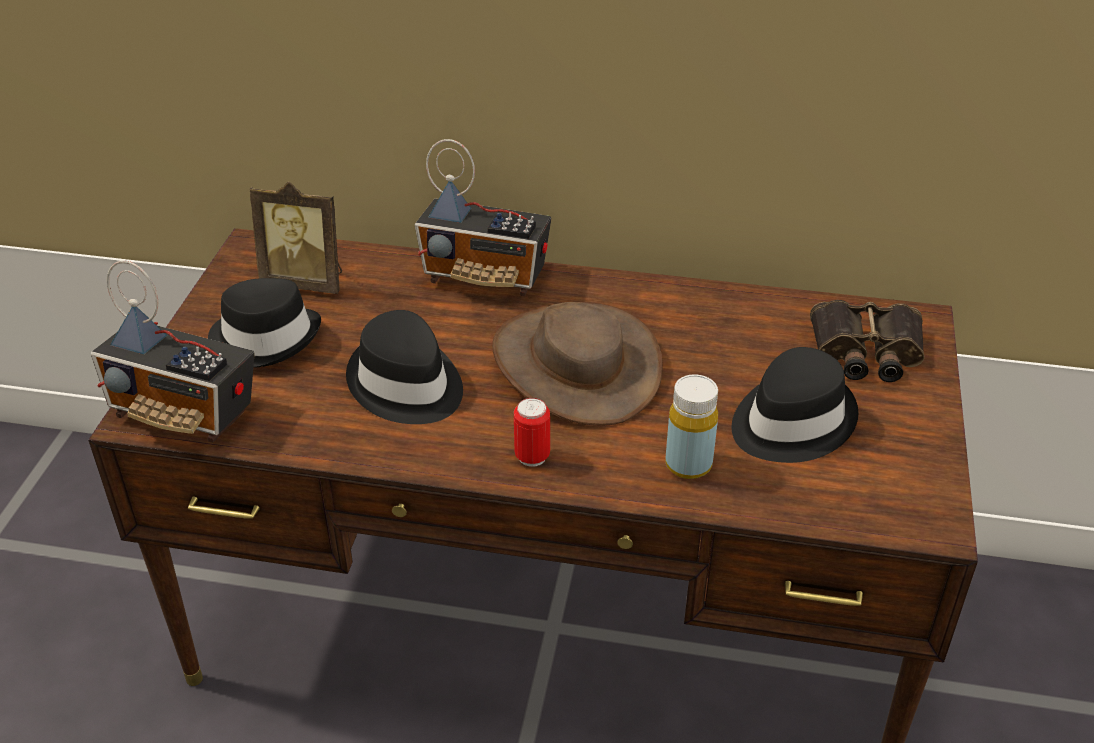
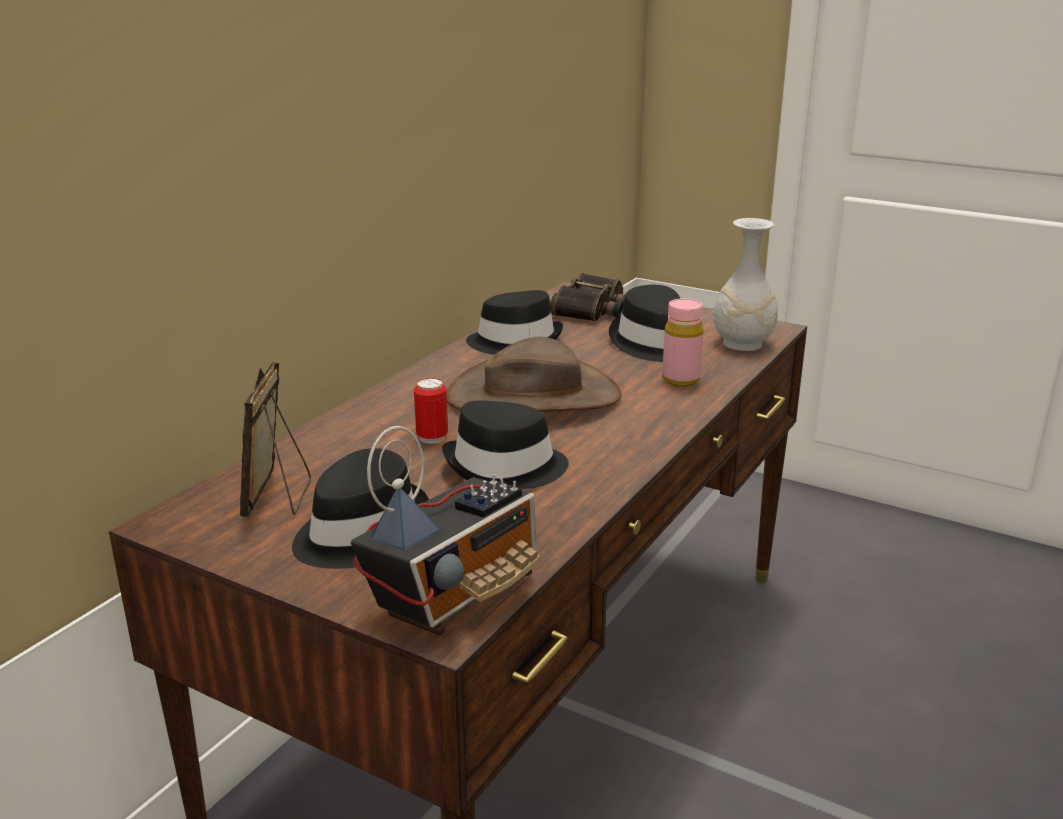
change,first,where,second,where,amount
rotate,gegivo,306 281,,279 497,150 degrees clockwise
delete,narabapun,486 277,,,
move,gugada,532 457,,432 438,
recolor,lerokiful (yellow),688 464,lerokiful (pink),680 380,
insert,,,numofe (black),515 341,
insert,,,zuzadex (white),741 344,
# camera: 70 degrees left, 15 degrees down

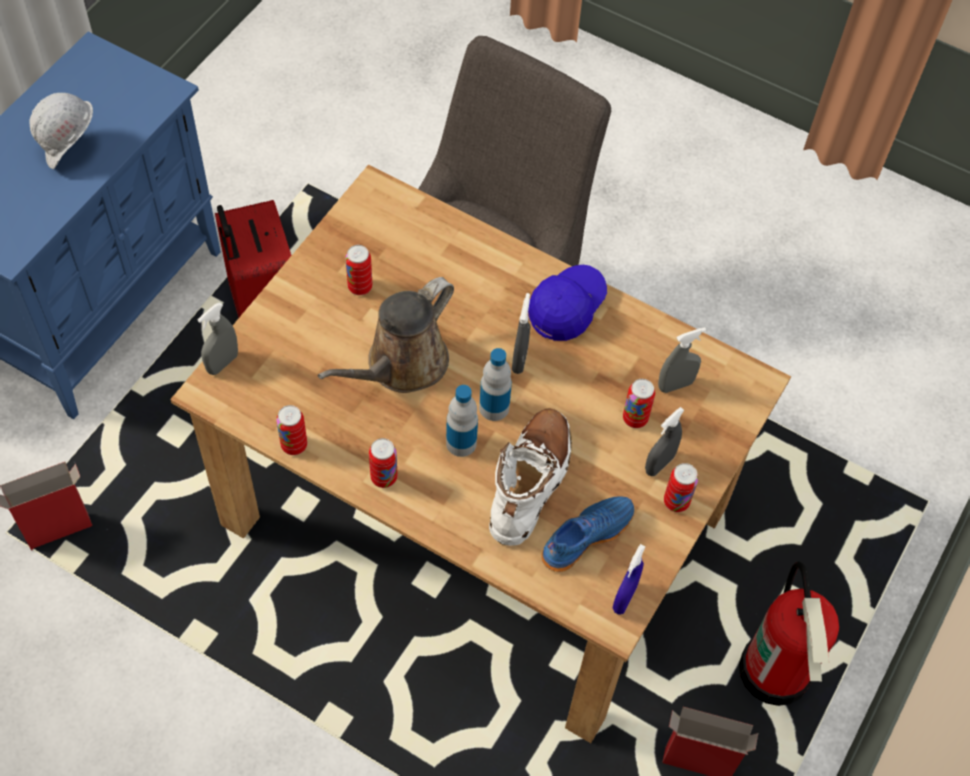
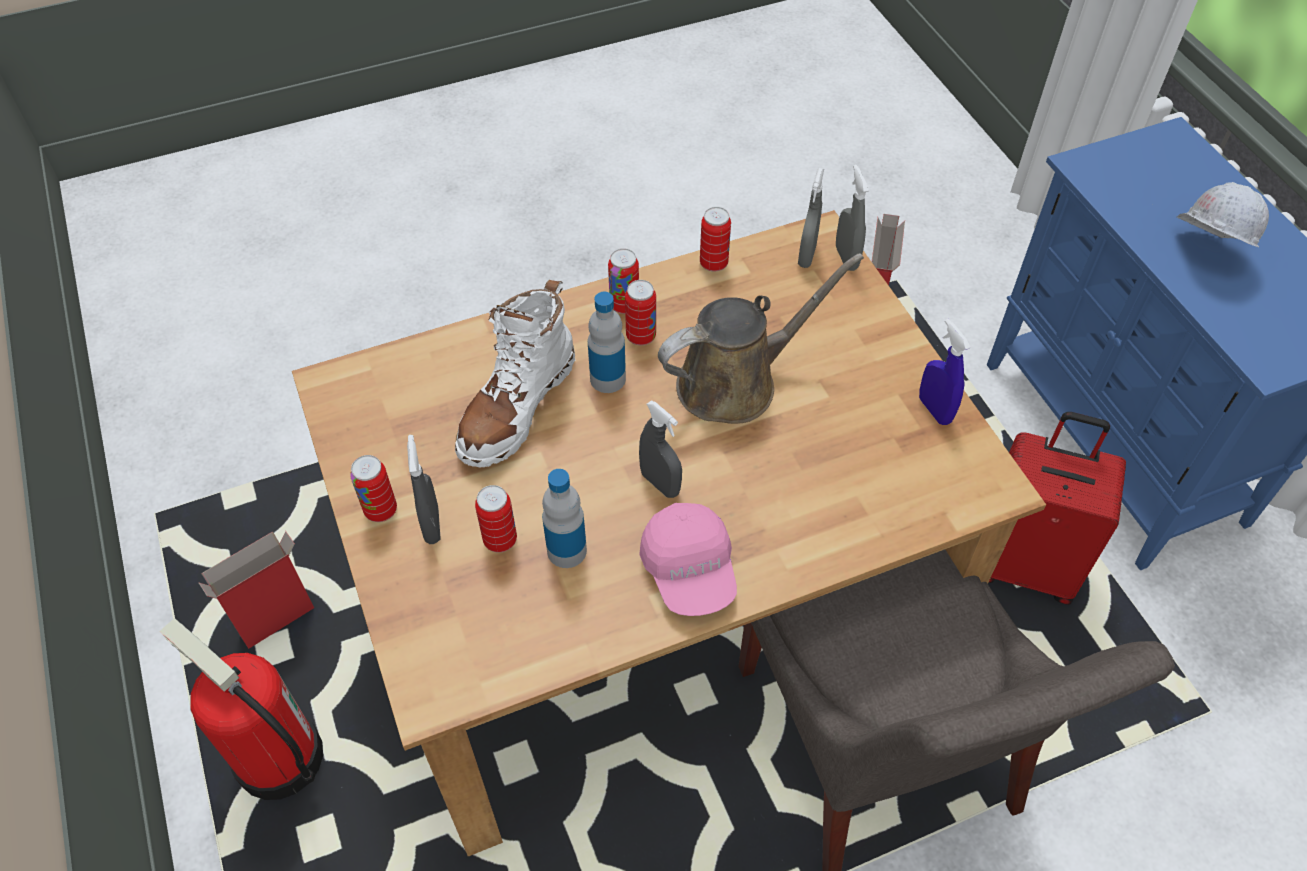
change,first,where,second,where,amount
rotate,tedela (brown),401 365,,736 382,75 degrees clockwise
move,gugada,360 287,,641 336,
move,lerokiful,494 407,,567 550,
rotate,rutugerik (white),530 482,,517 406,60 degrees clockwise
recolor,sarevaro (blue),566 308,sarevaro (pink),690 571,
delete,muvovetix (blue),585 535,,,
move,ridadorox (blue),624 598,,934 410,
move,ridadorox (grey),675 385,,807 255,
# camera: 130 degrees right, 5 degrees down

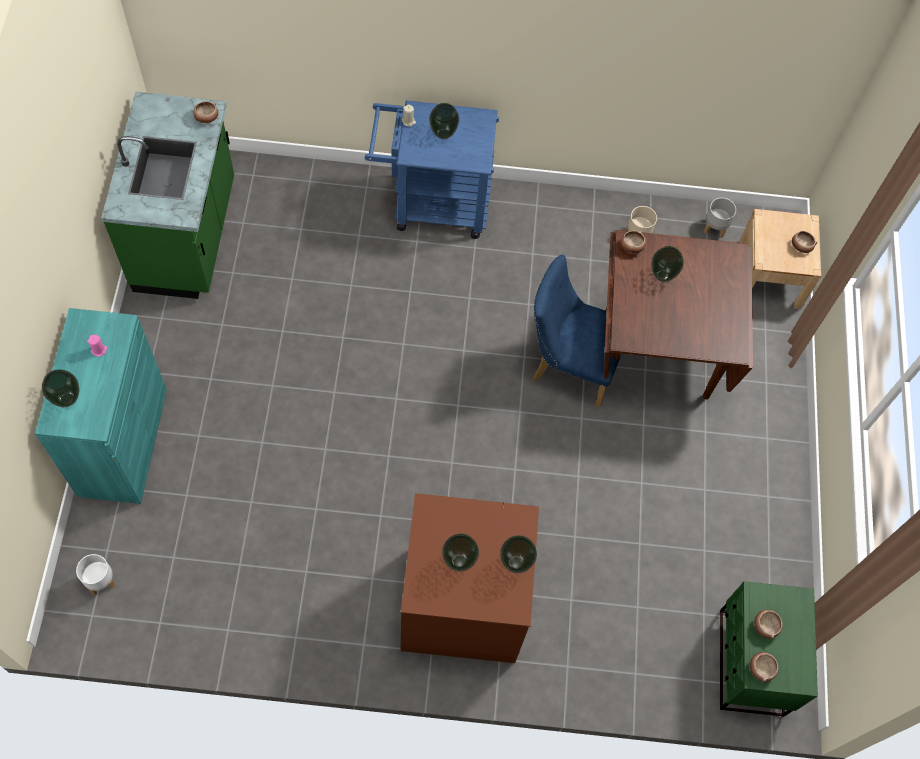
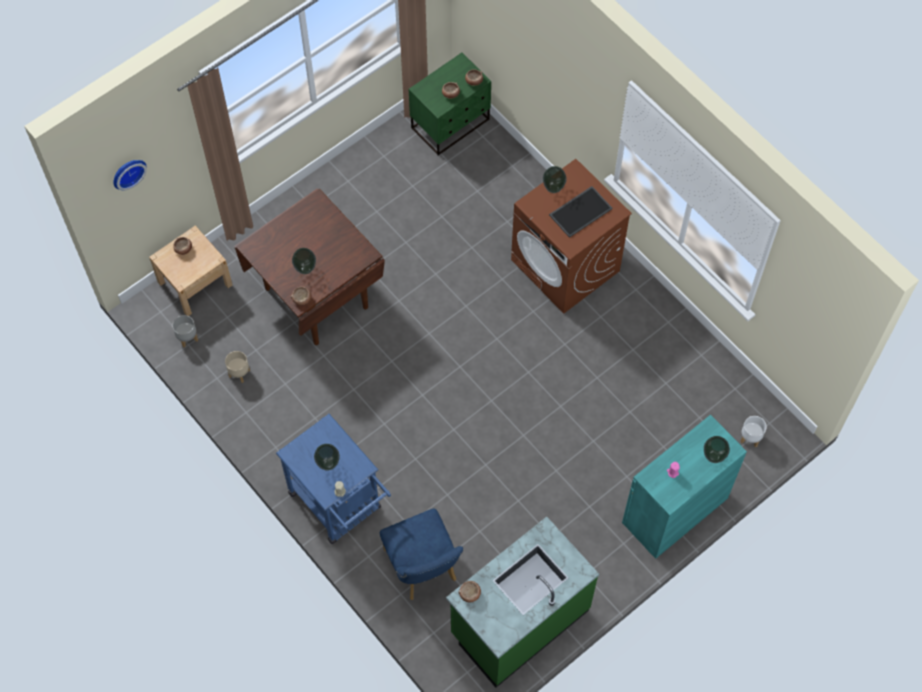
change,first,where,second,where,amount
replace,zuzadex,459 561,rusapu,580 211,
move,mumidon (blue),569 364,,423 569,
insert,,,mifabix,127 172,
# camera: 130 degrees left, 0 degrees up

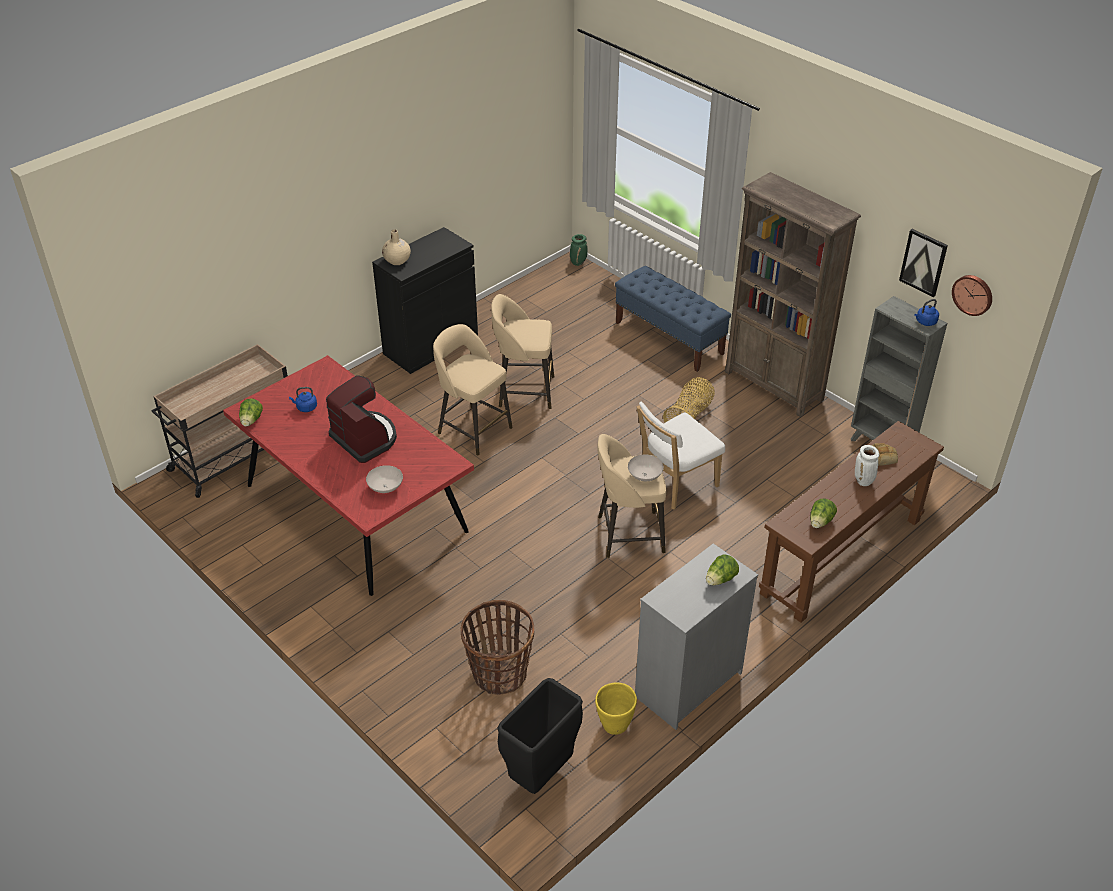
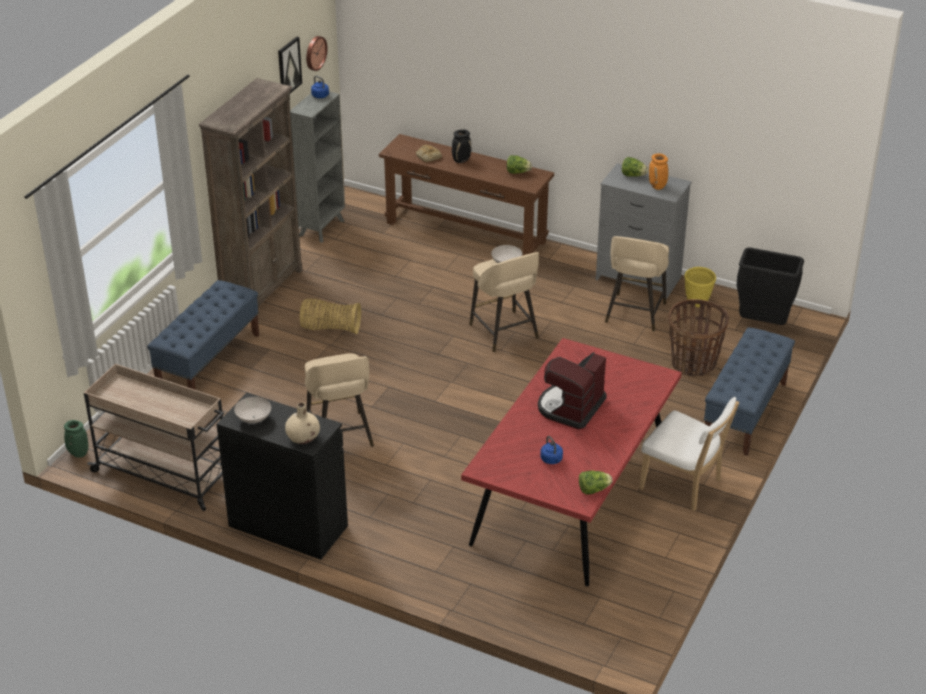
change,first,where,second,where,amount
move,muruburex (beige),235 455,,165 474,
move,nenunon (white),385 488,,254 418,
move,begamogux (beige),473 429,,634 314,
move,mumidon (white),675 484,,684 486,
recolor,zuzadex (white),863 481,zuzadex (black),461 160,
insert,,,zuzadex (orange),657 187,
insert,,,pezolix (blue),745 413,
# camera: 110 degrees left, 5 degrees down

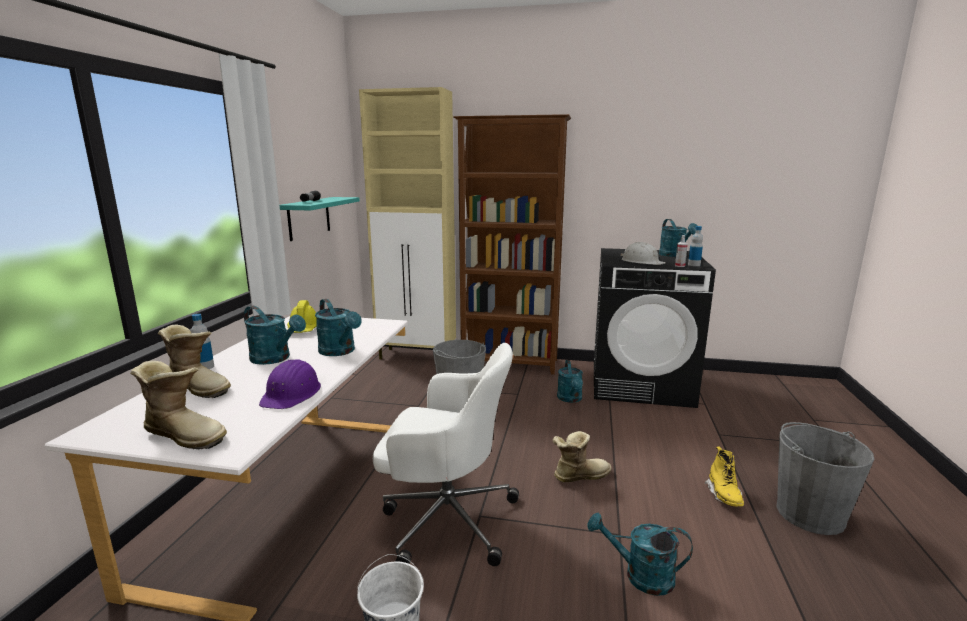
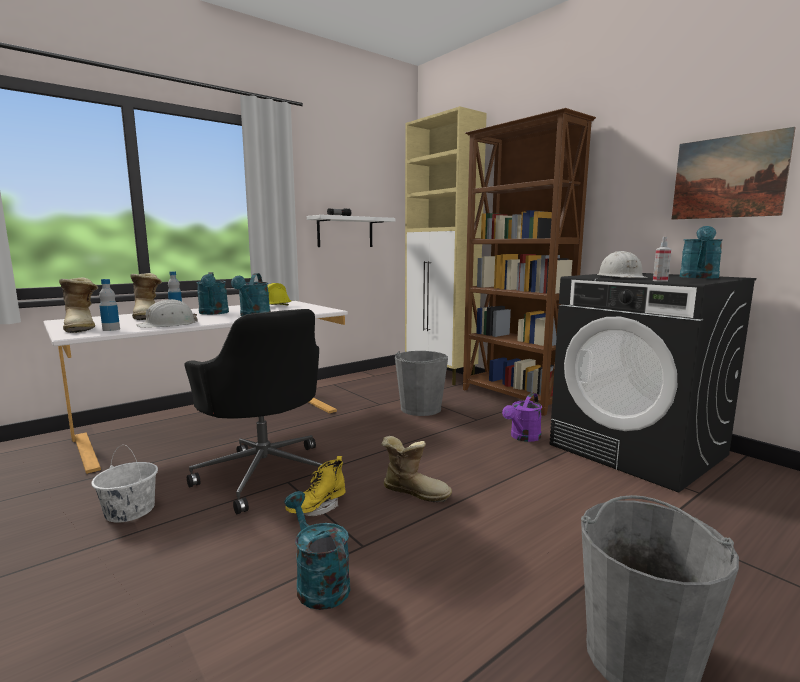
change,first,where,second,where,amount
recolor,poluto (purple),292 393,poluto (white),168 324,
recolor,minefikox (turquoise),309 218,minefikox (white),345 232,
recolor,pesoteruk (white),446 518,pesoteruk (black),265 473,
recolor,tedela (turquoise),570 399,tedela (purple),523 437,
move,lerokiful,694 265,,111 329,
move,rutugerik (yellow),724 496,,317 508,
insert,,,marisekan,728 177,
# camera: 40 degrees right, 5 degrees down

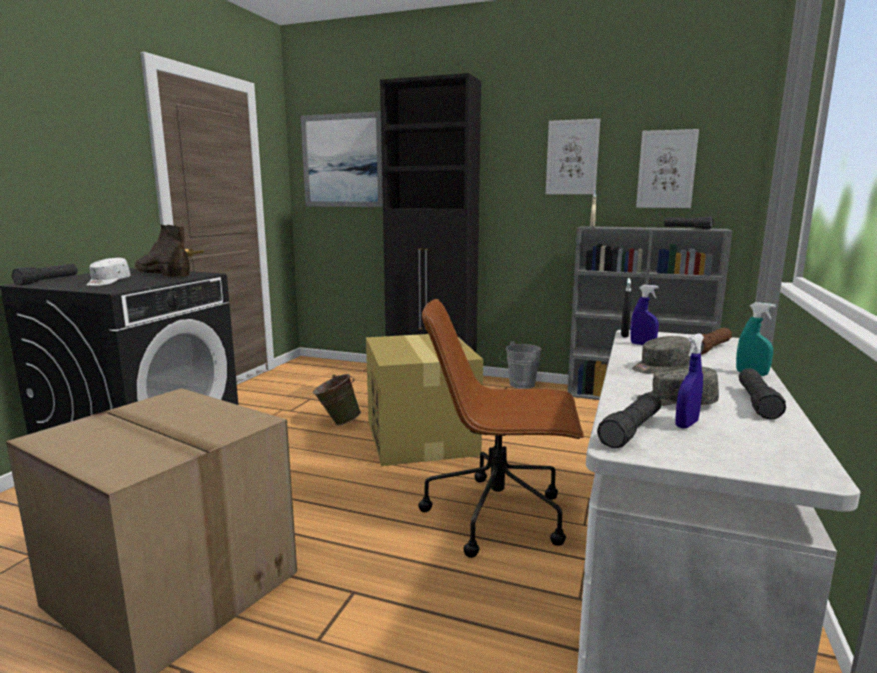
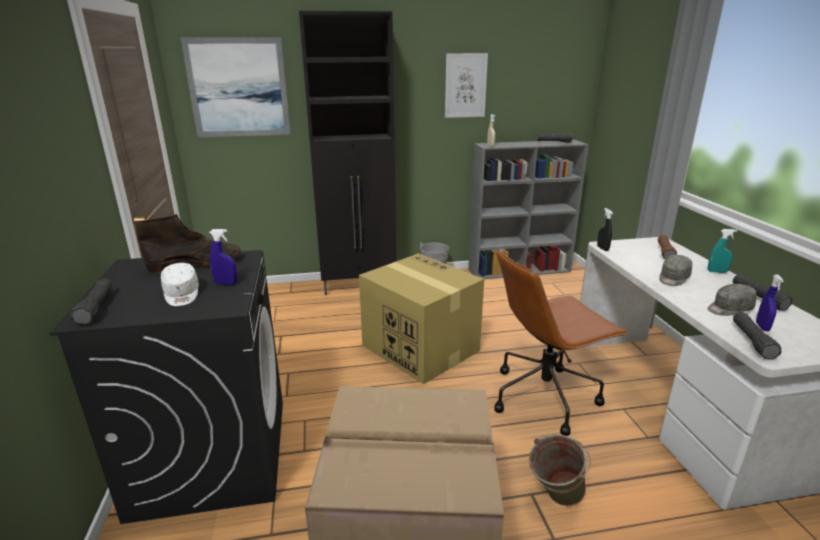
change,first,where,second,where,amount
rotate,rutugerik (brown),162 273,,196 264,150 degrees clockwise
move,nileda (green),337 422,,554 498,
move,ridadorox (blue),642 344,,226 283,
delete,marisekan,666 169,,,
# camera: 30 degrees left, 10 degrees up

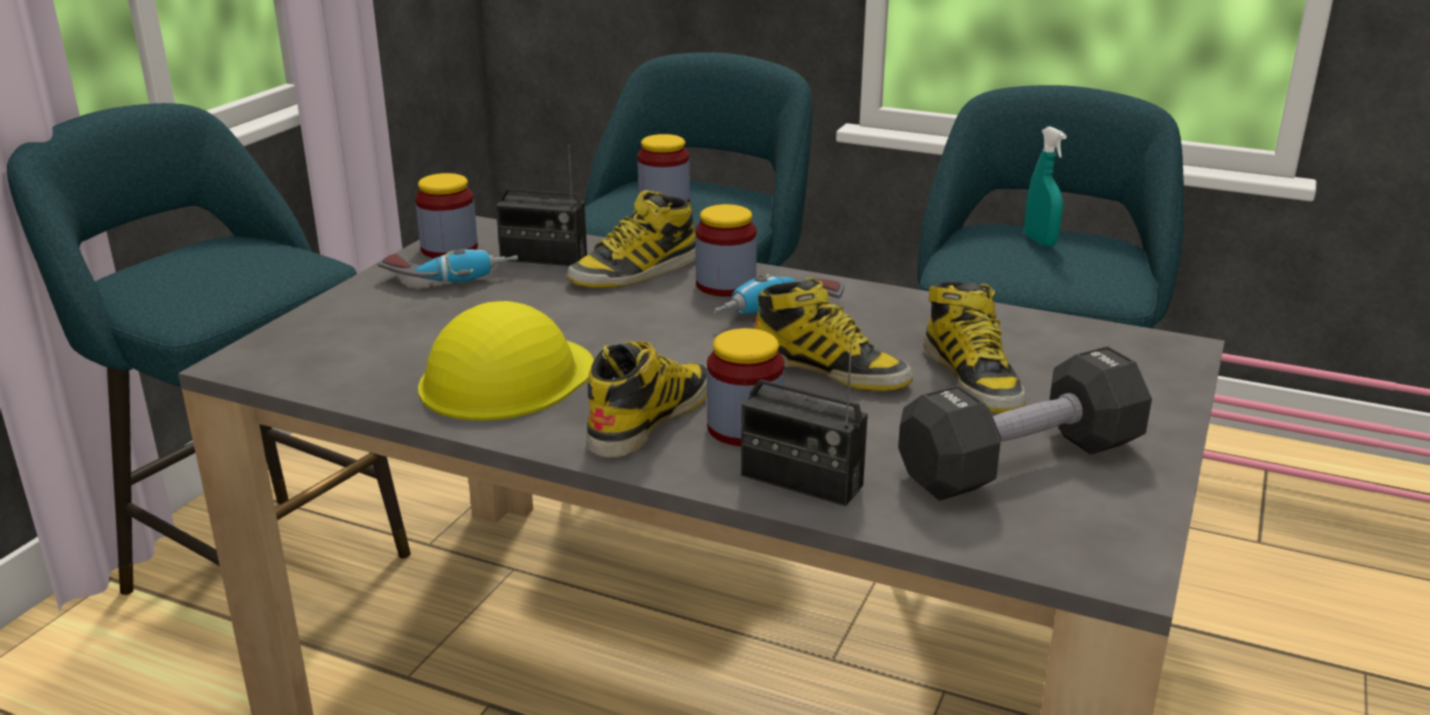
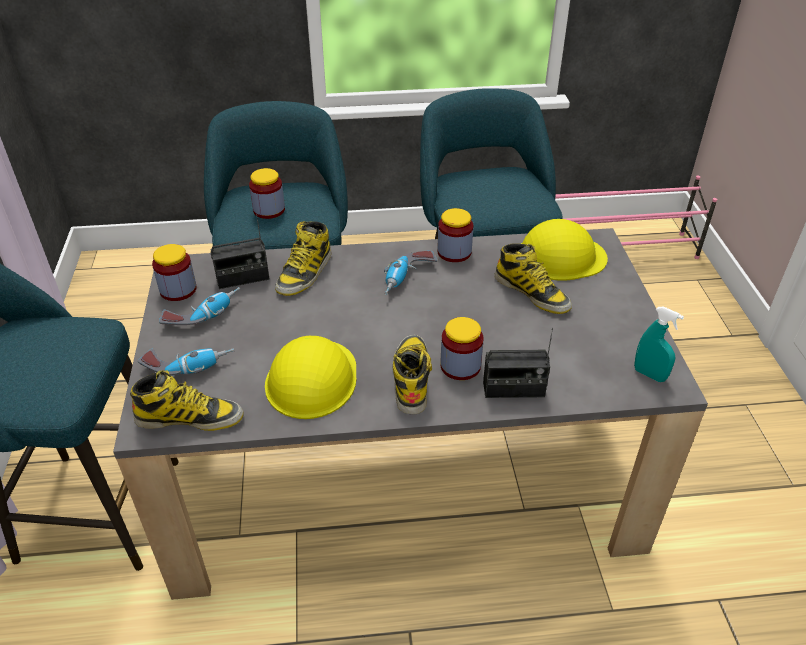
change,first,where,second,where,amount
move,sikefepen,725 285,,454 252,
move,rutugerik,830 369,,190 418,
delete,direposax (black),1021 462,,,
move,ridadorox (turquoise),1040 241,,649 374,
insert,,,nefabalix,189 365,
insert,,,poluto (yellow),560 256,
# camera: 30 degrees left, 15 degrees up

